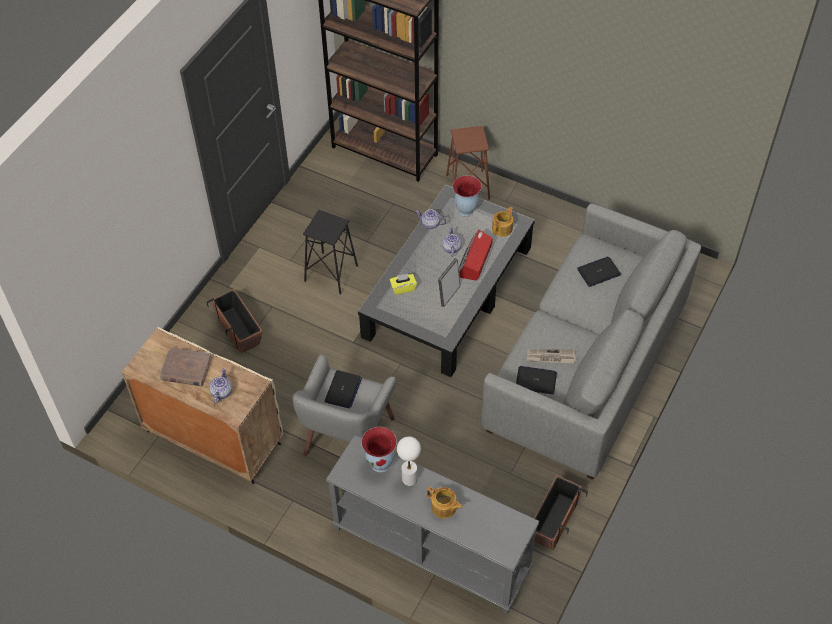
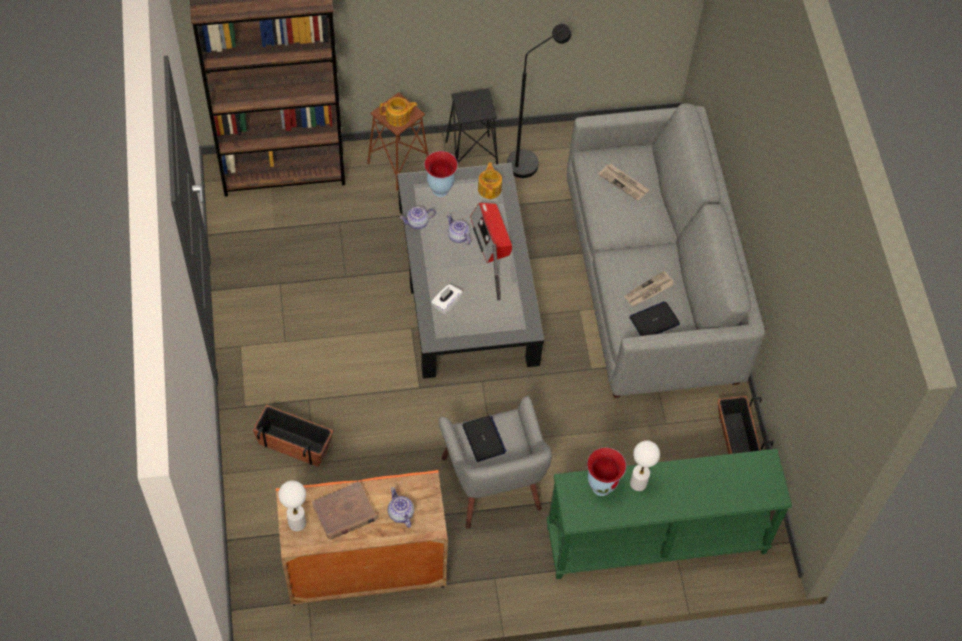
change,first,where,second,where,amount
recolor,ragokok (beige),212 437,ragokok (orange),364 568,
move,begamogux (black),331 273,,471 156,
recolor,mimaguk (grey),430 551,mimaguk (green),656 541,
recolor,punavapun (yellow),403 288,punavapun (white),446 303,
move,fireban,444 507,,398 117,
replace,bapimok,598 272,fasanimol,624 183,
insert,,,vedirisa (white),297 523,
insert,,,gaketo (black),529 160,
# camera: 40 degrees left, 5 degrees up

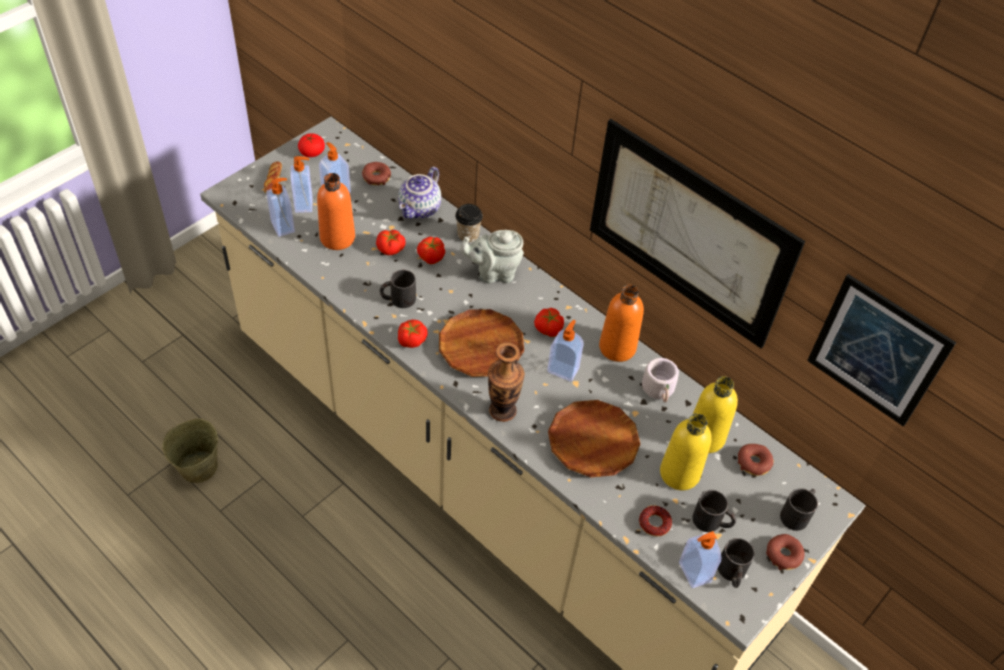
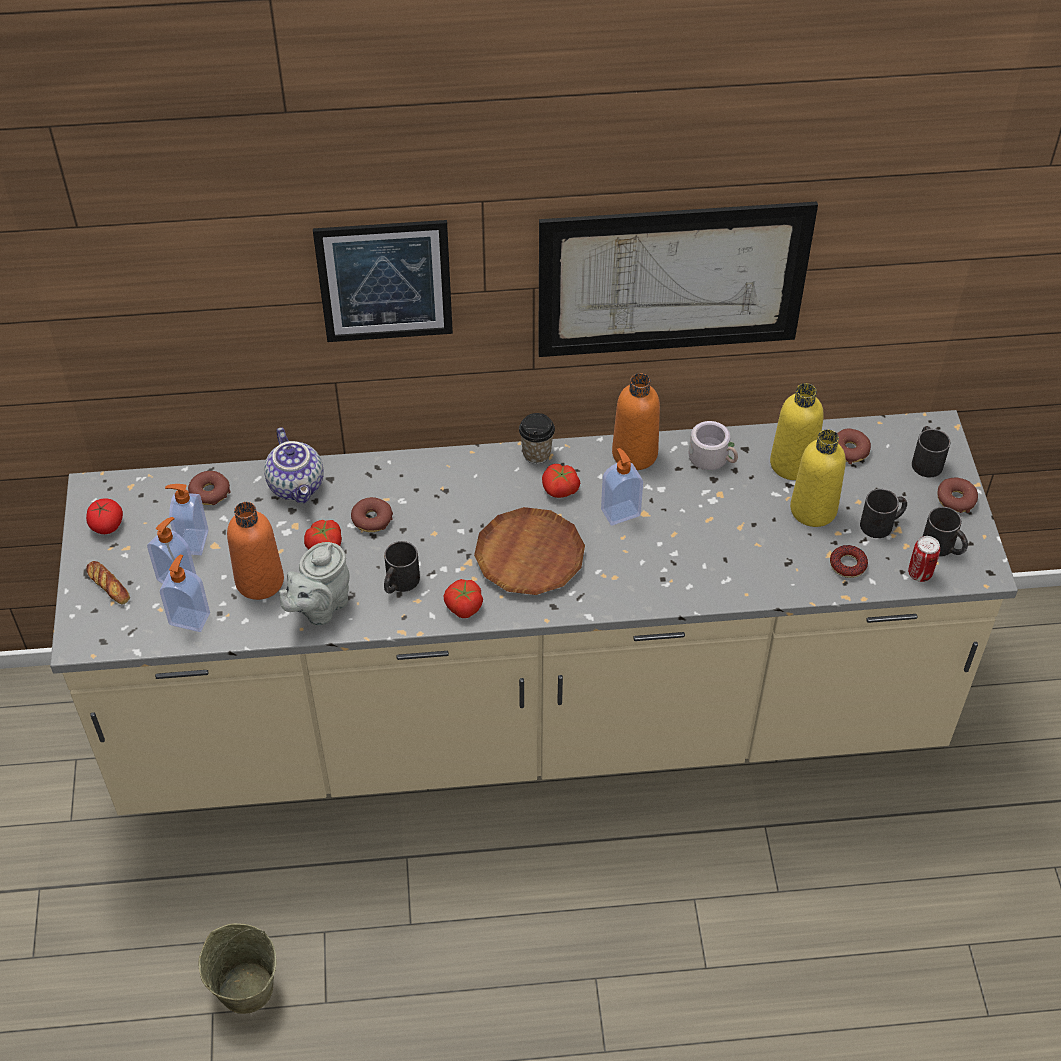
change,first,where,second,where,amount
replace,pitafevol,431 257,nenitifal,372 519,
move,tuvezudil,468 236,,536 454,
move,fireban (grey),493 273,,320 607,
delete,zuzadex,502 410,,,
delete,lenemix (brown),593 442,,,
replace,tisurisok,693 573,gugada,919 573,
move,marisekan,877 351,,385 281,
# camera: 45 degrees left, 0 degrees up

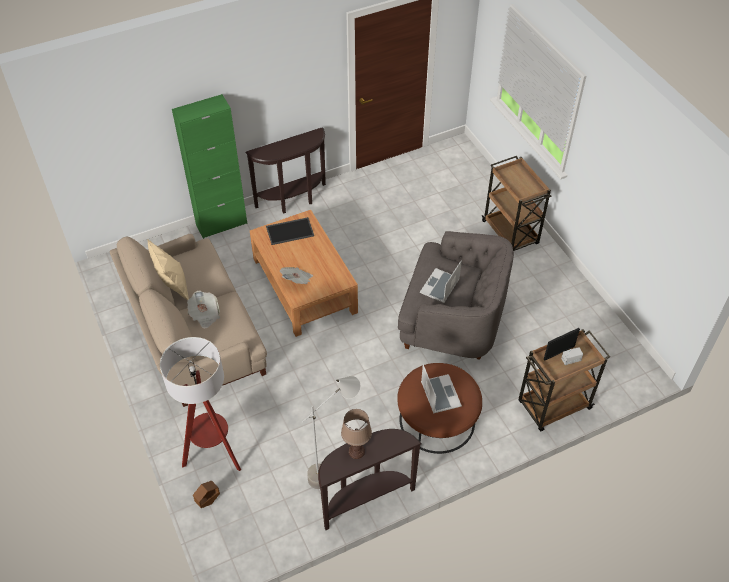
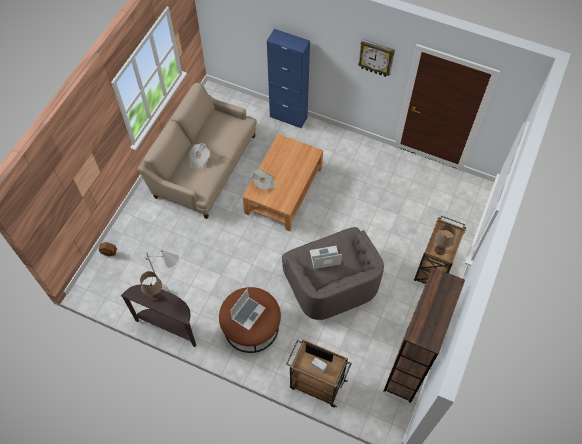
change,first,where,second,where,amount
delete,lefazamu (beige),173 286,,,
delete,gaketo,214 453,,,
recolor,ragokok (green),221 224,ragokok (blue),288 117,
delete,mimaguk (brown),294 201,,,
delete,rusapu,290 231,,,
insert,,,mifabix,376 57,
insert,,,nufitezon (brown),408 365,
insert,,,vedirisa (brown),439 250,
# camera: 50 degrees right, 10 degrees up

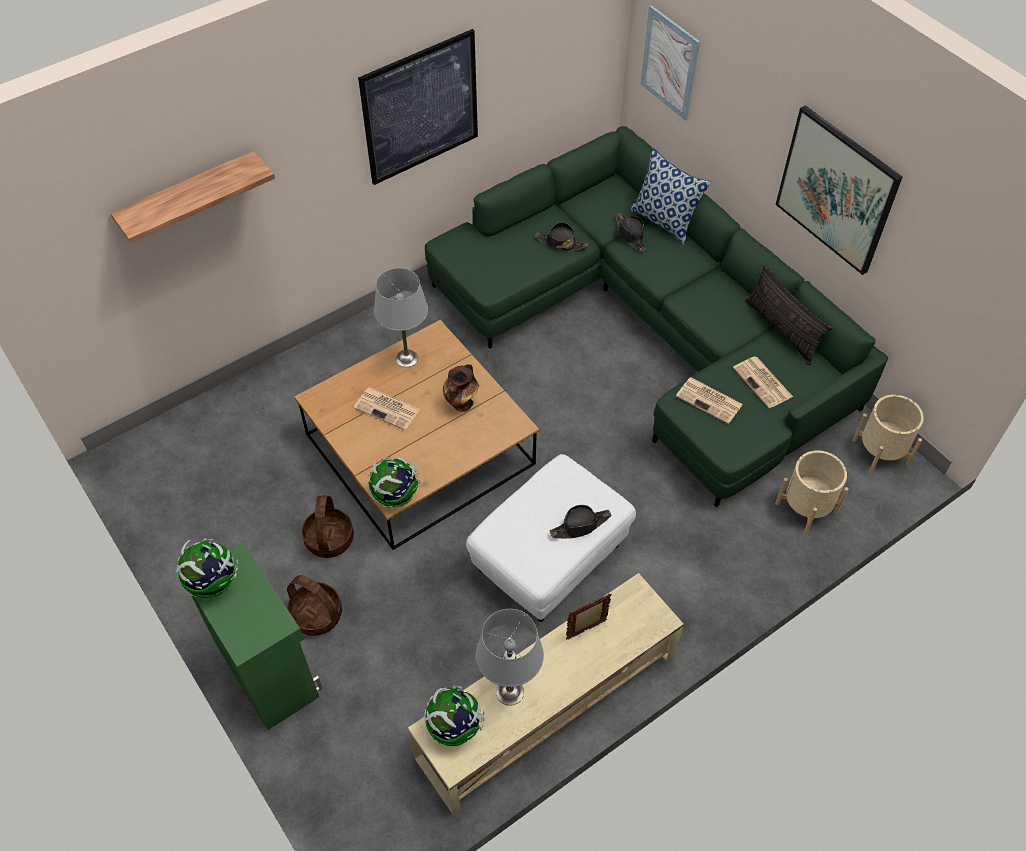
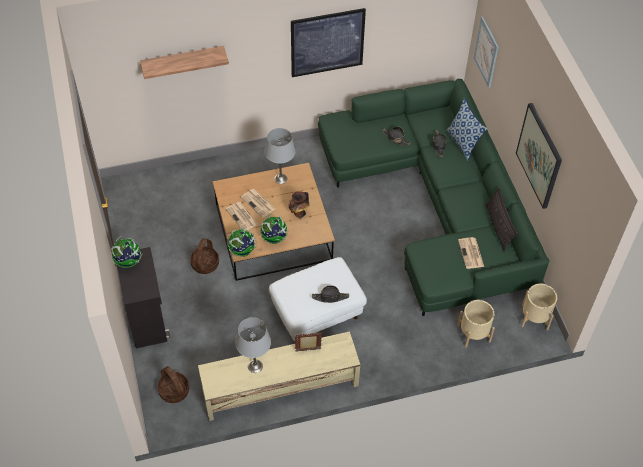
change,first,where,second,where,amount
recolor,ragokok (green),269 670,ragokok (black),148 319,
move,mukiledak,316 615,,174 391,
move,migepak,455 727,,274 238,
move,fasanimol,710 400,,242 217,
# camera: 20 degrees right, 0 degrees up

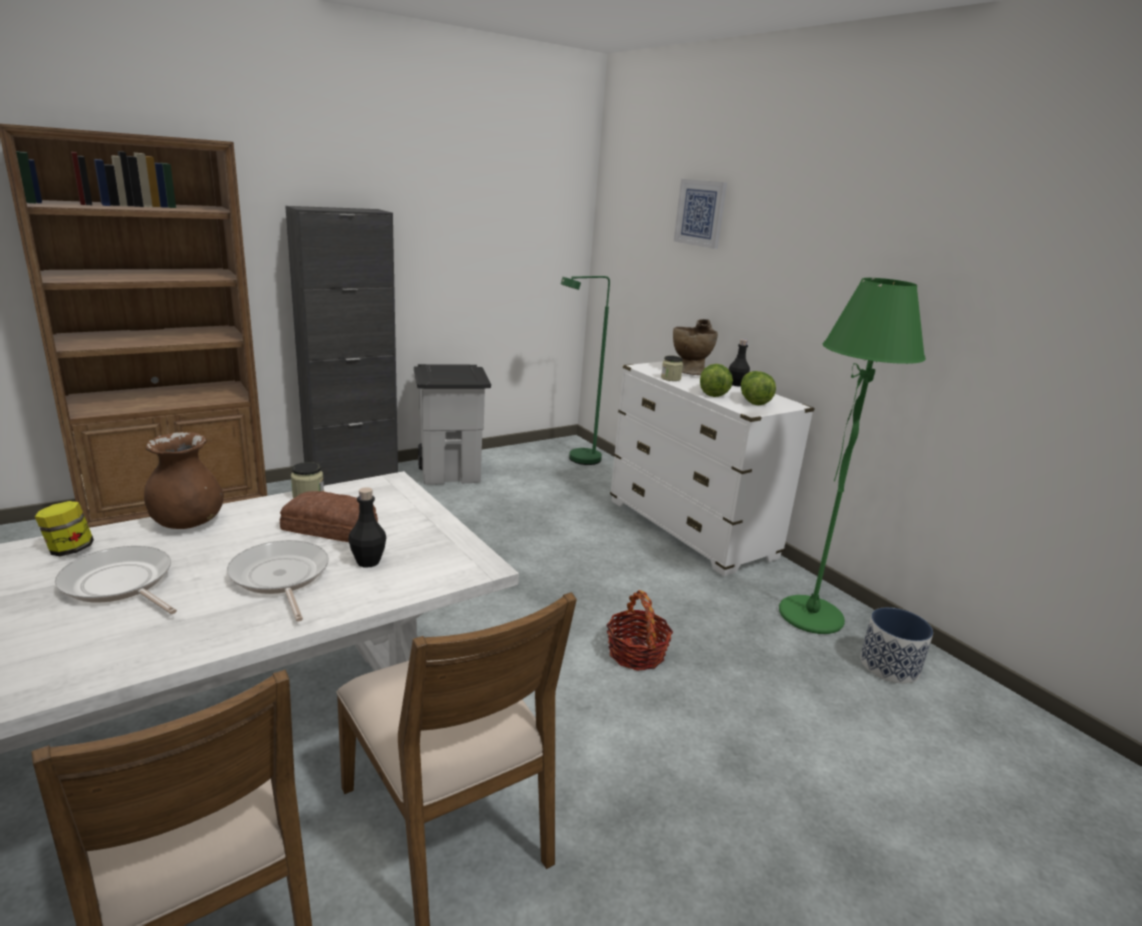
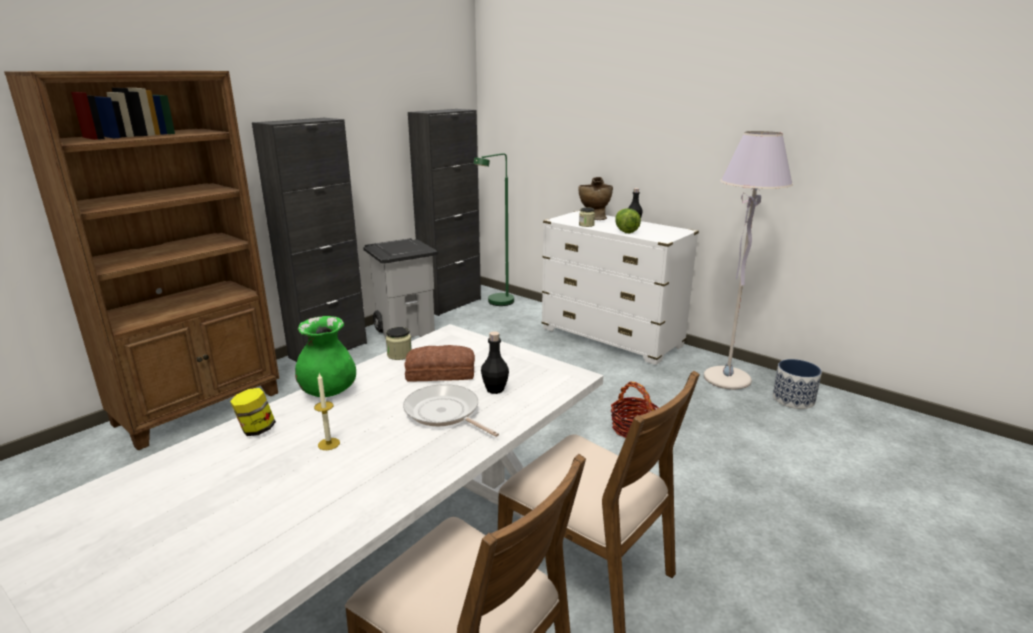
change,first,where,second,where,amount
replace,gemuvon,120 584,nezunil,328 444,
recolor,zuzadex (brown),188 523,zuzadex (green),328 392,
delete,marisekan,700 213,,,
delete,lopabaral,753 401,,,
recolor,gaketo (green),811 616,gaketo (grey),727 379,
insert,,,ragokok (black),451 304,
# camera: 15 degrees left, 0 degrees up

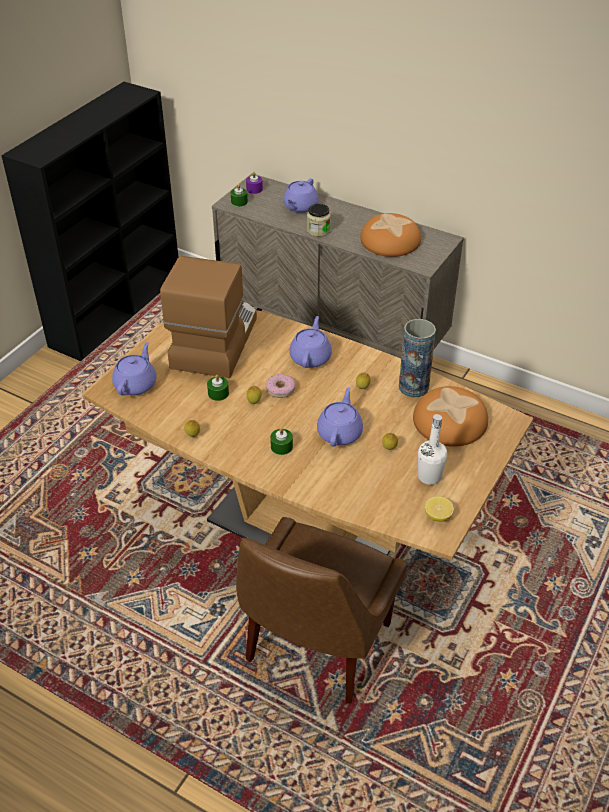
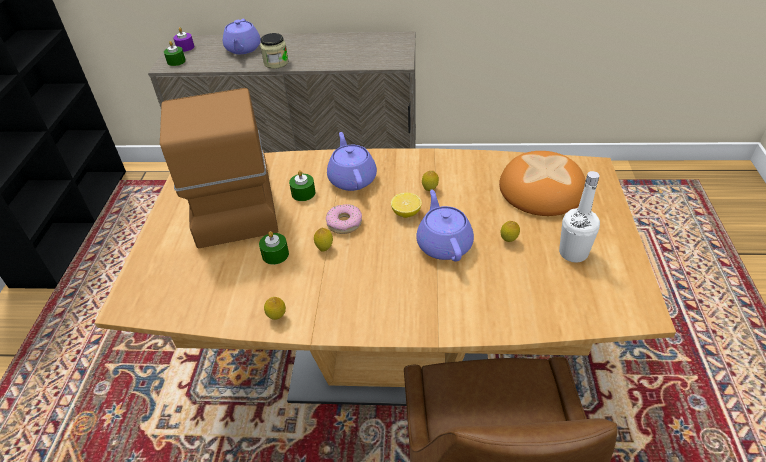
change,first,where,second,where,amount
delete,fireban (purple),136 384,,,
move,nezunil (green),281 446,,303 193,
delete,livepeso,390 241,,,
delete,zuzadex,413 387,,,
move,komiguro,438 516,,406 213,
# camera: 25 degrees left, 0 degrees up

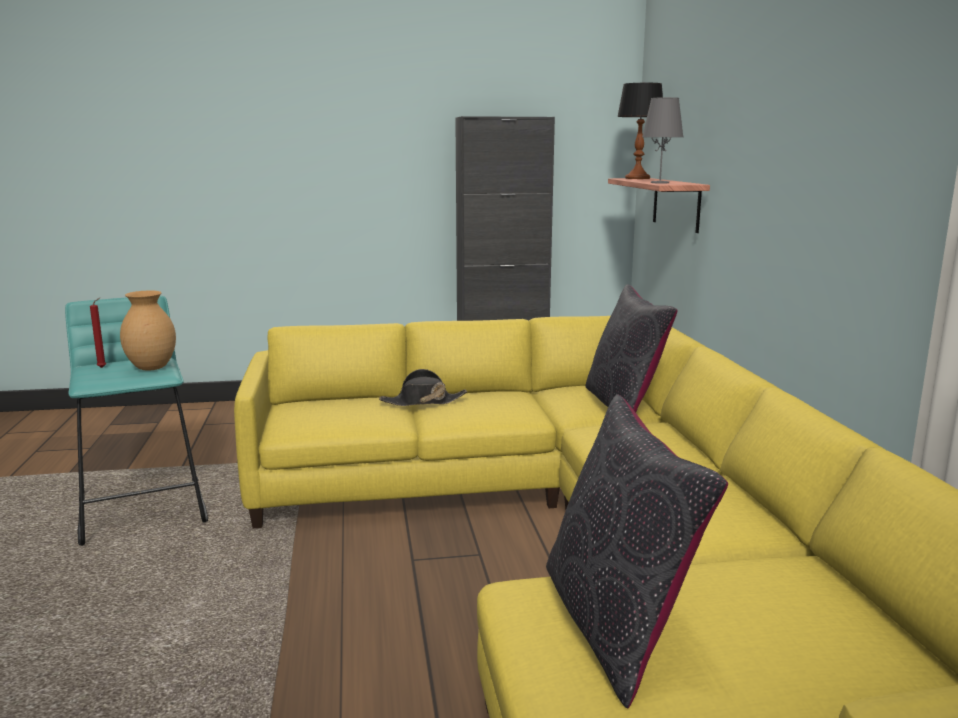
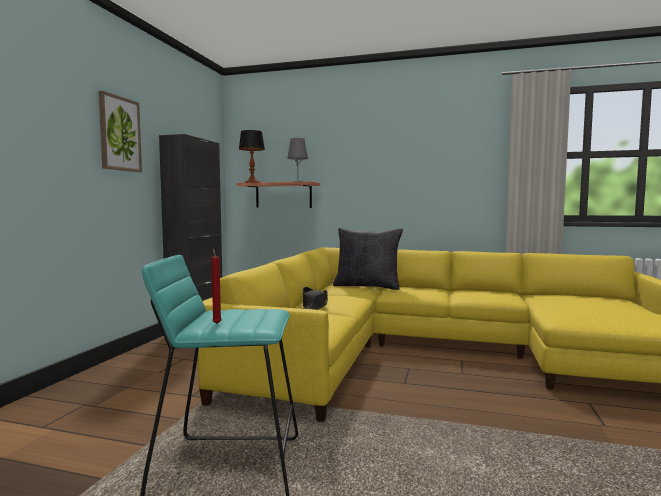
change,first,where,second,where,amount
delete,zuzadex (brown),152 368,,,
delete,lefazamu (black),616 625,,,
insert,,,marisekan,119 134,
# camera: 65 degrees left, 10 degrees down

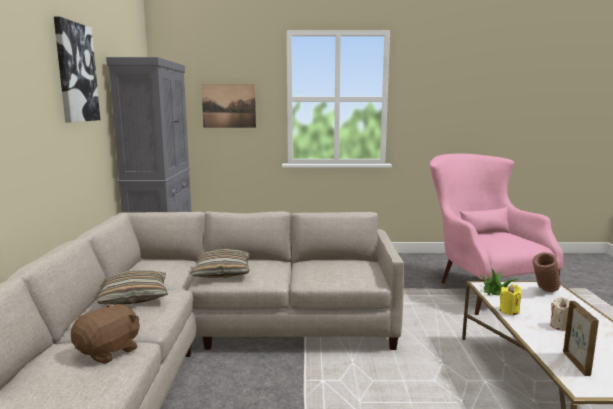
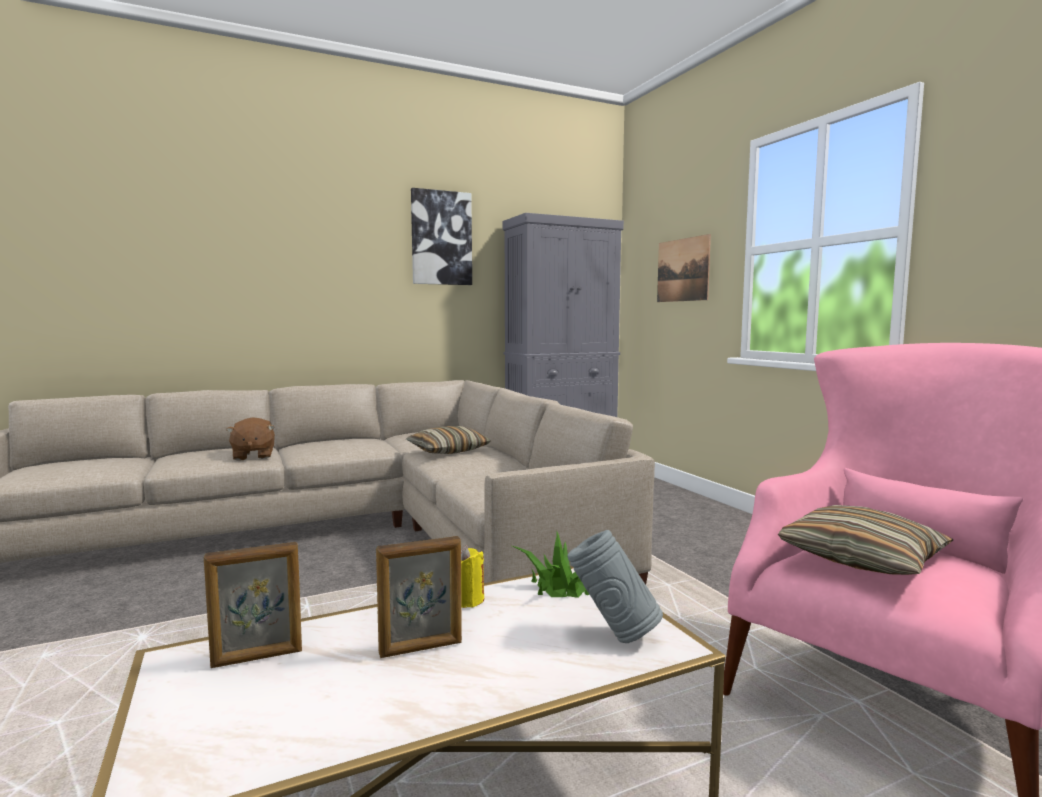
change,first,where,second,where,amount
rotate,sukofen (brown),109 351,,253 456,60 degrees clockwise
move,lefazamu,134 297,,862 558,
recolor,zuzadex (brown),544 292,zuzadex (grey),613 635,
replace,nezunil (beige),561 326,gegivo,421 648,
# camera: 65 degrees right, 5 degrees down

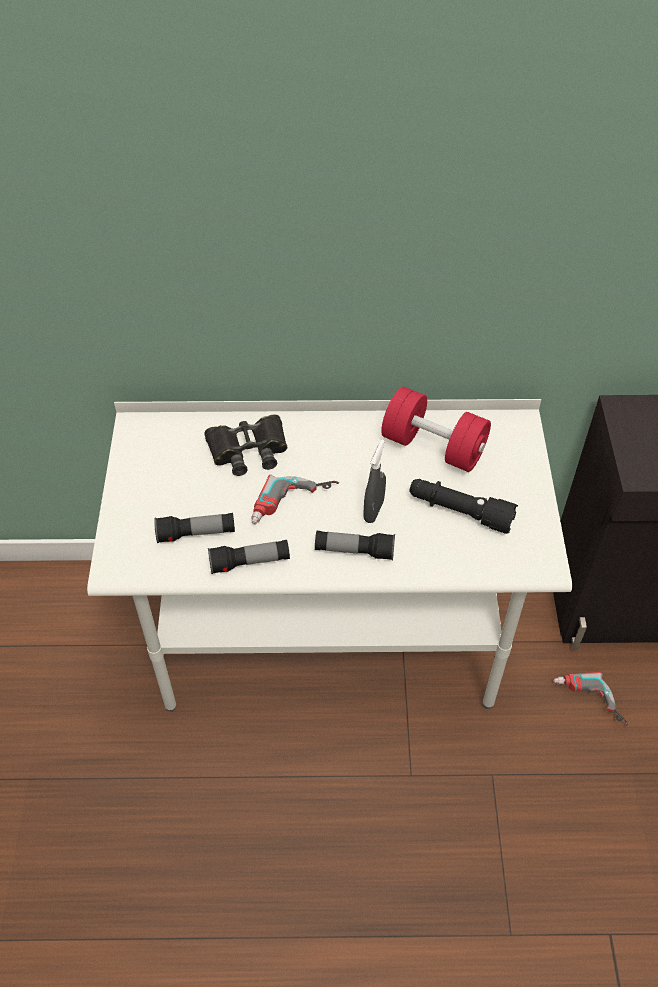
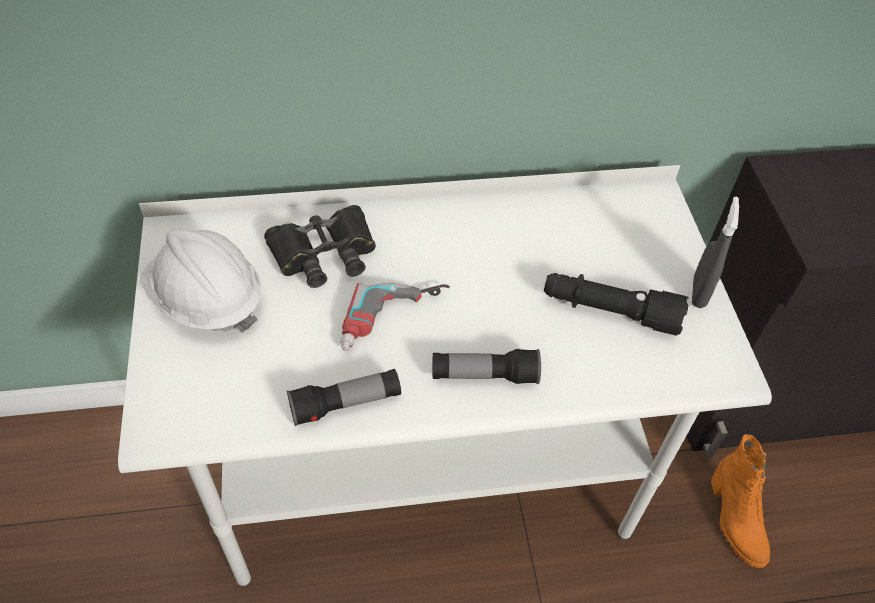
change,first,where,second,where,amount
delete,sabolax,196 533,,,
move,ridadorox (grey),373 510,,699 292,
delete,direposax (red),433 446,,,
replace,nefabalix,588 703,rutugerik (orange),734 520,
insert,,,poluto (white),206 300,
# camera: 10 degrees left, 0 degrees up

